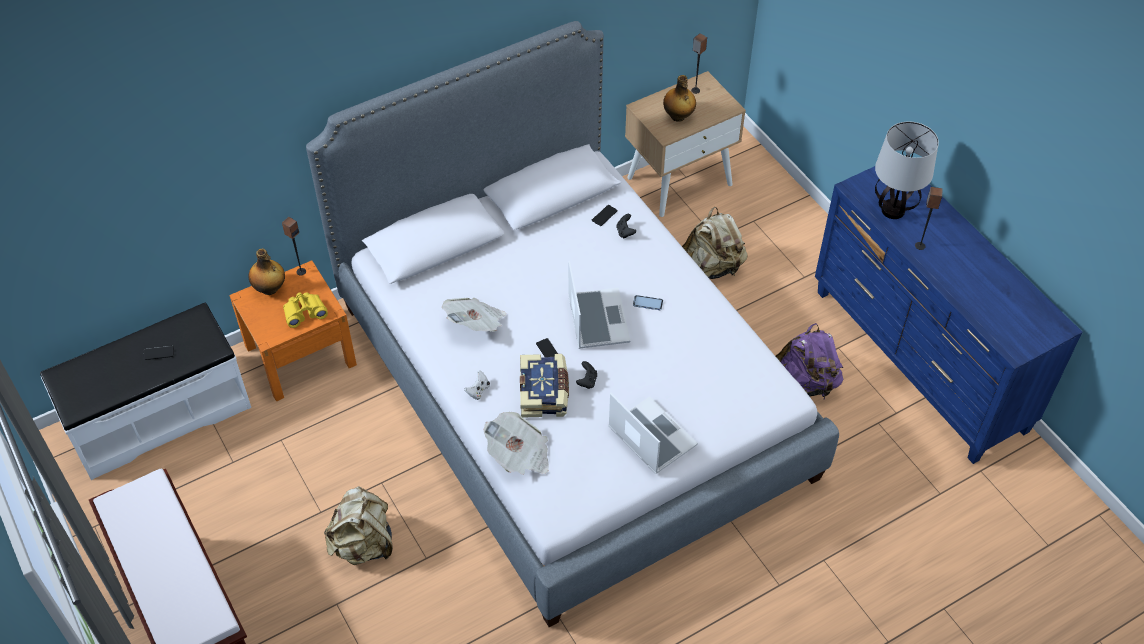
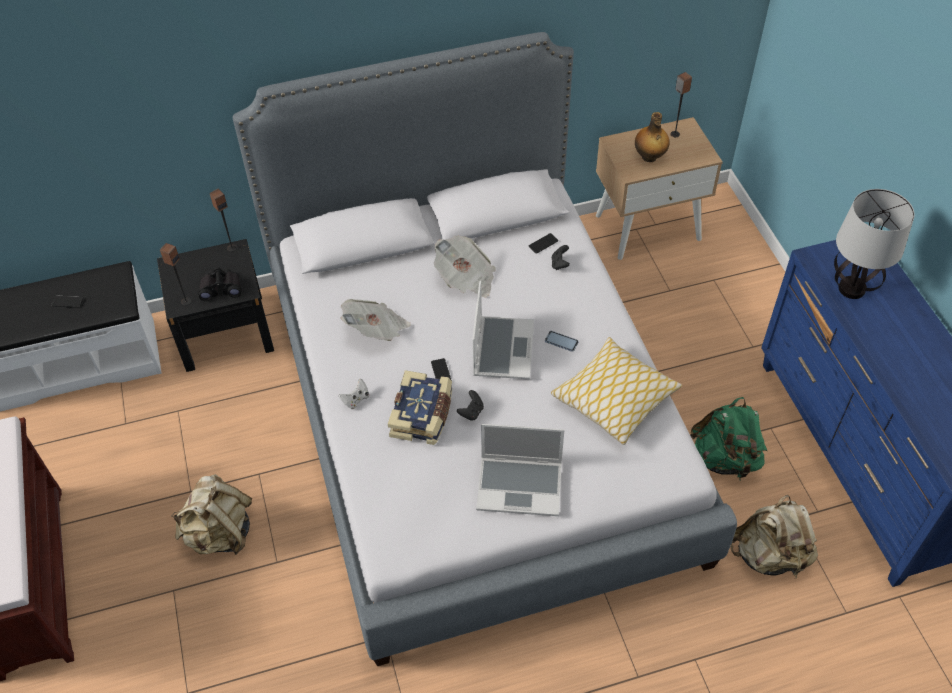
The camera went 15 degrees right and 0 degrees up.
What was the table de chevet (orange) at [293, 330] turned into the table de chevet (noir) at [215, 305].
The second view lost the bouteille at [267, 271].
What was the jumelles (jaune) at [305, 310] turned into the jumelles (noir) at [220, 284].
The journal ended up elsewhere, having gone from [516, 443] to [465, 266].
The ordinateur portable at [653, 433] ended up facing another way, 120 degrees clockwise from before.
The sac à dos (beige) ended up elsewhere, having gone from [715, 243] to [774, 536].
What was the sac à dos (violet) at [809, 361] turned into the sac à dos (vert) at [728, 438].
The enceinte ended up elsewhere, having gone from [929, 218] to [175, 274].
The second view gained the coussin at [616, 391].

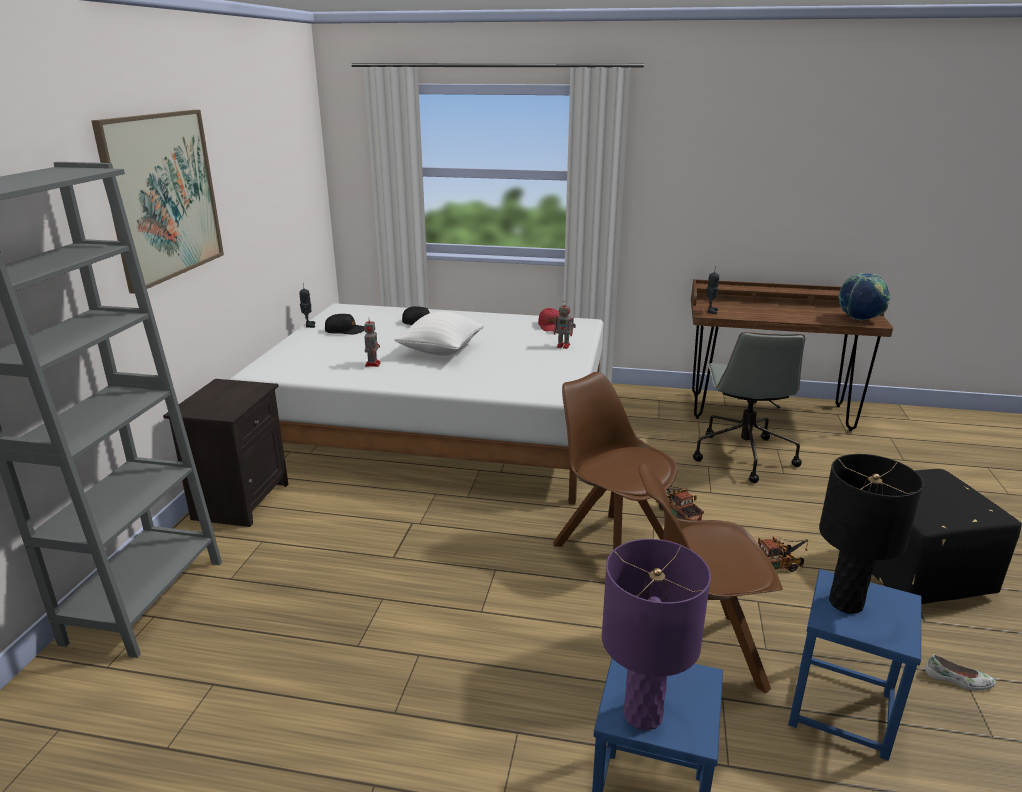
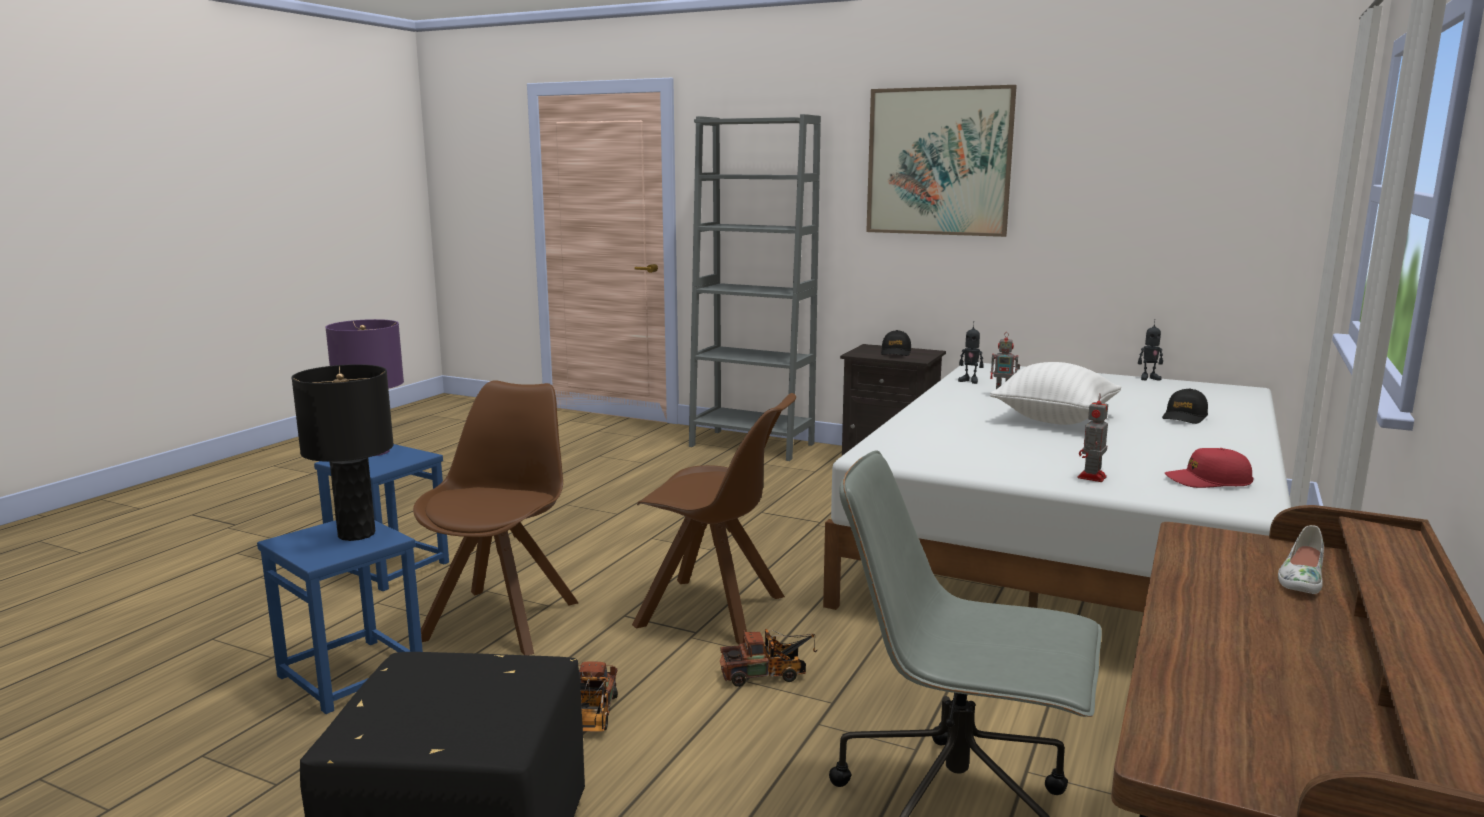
The camera went 105 degrees right and 10 degrees down.
The casquette (noir) ended up elsewhere, having gone from [345, 324] to [896, 343].
The chaise (marron) at [615, 461] ended up facing another way, 45 degrees clockwise from before.
The robot jouet ended up elsewhere, having gone from [712, 292] to [970, 352].
The second view lost the globe at [864, 297].
The chaussure (blanc) ended up elsewhere, having gone from [960, 672] to [1301, 559].

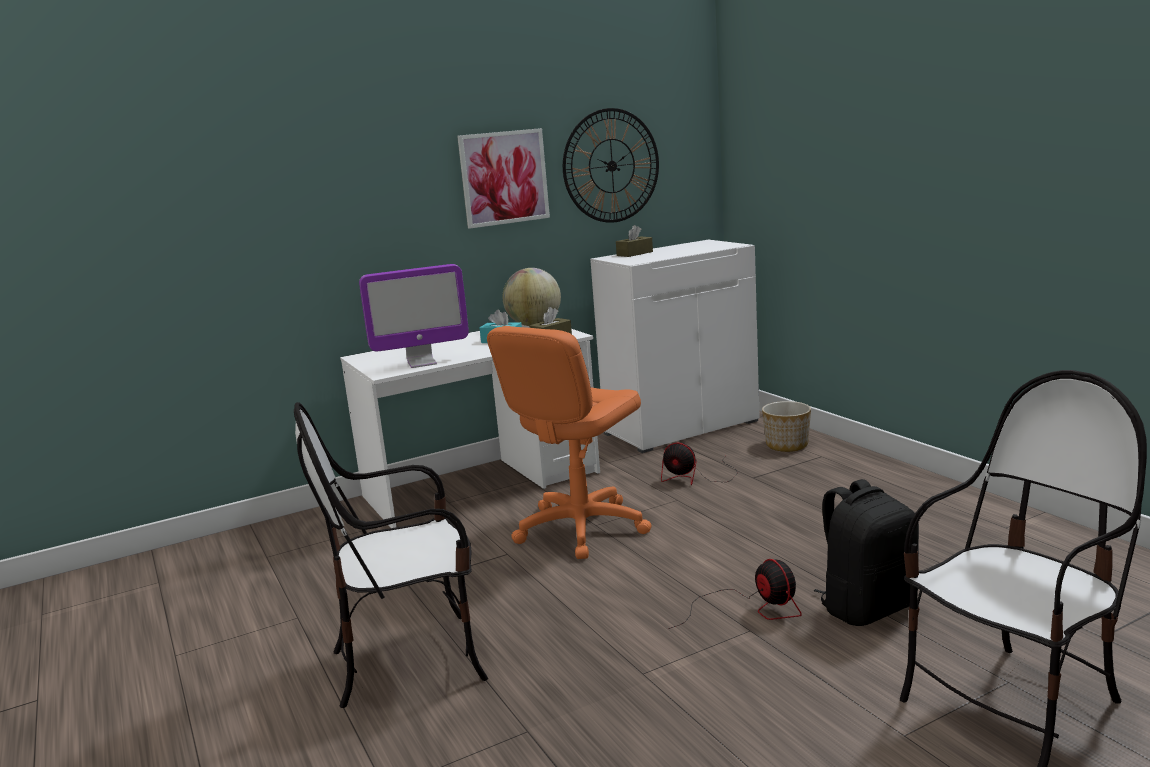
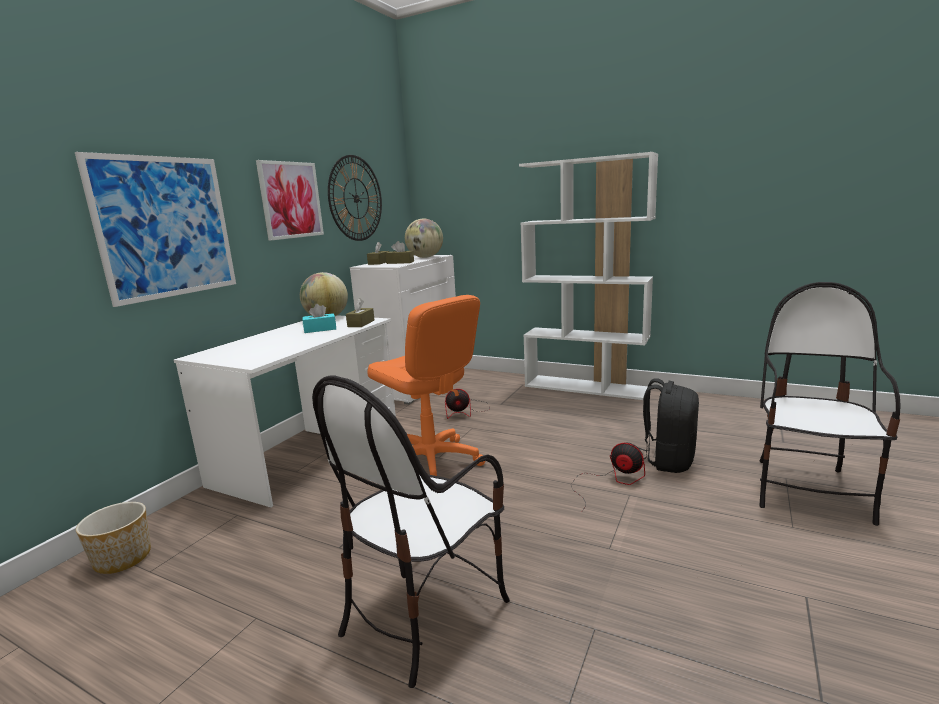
The camera went 35 degrees left and 0 degrees up.
The second view lost the écran d'ordinateur at [414, 316].
The chaise de bureau (orange) at [569, 442] ended up facing another way, 45 degrees counterclockwise from before.
The cache-pot ended up elsewhere, having gone from [786, 426] to [113, 538].
The second view gained the tableau at [155, 229].
The second view gained the boîte à mouchoirs (marron) at [400, 252].
The second view gained the globe at [424, 238].
The second view gained the bibliothèque (blanc) at [588, 276].

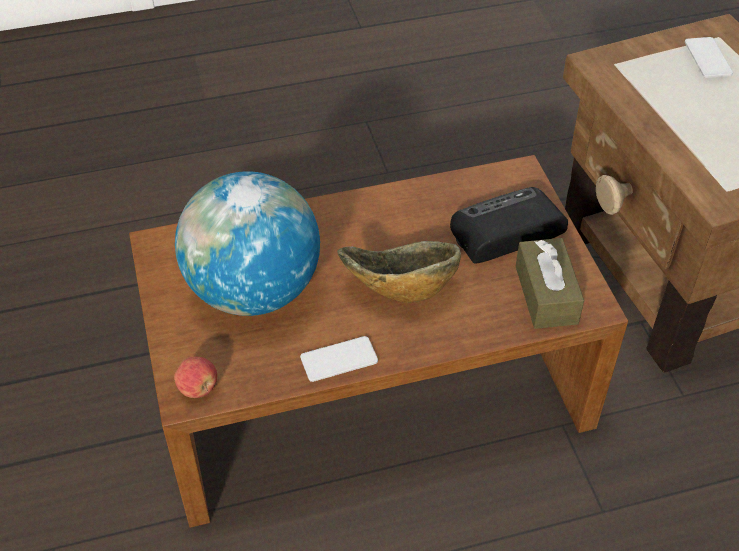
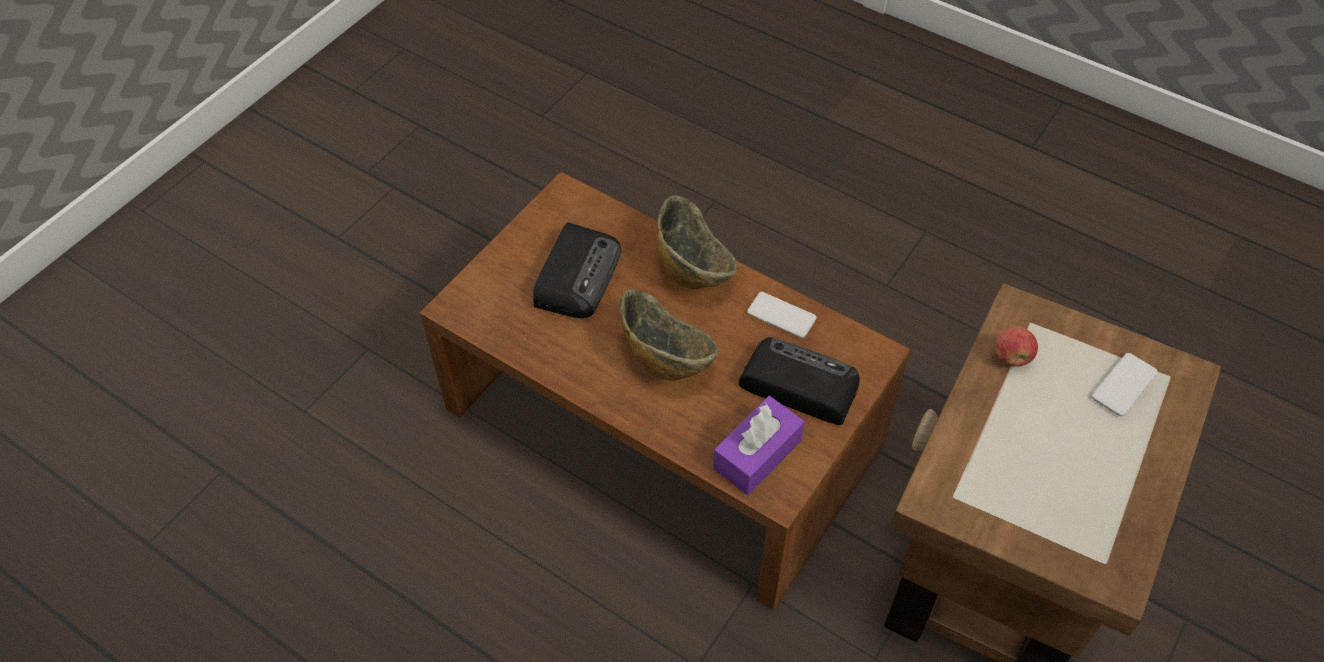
The camera went 50 degrees right and 5 degrees up.
The pomme ended up elsewhere, having gone from [195, 377] to [1016, 347].
Where the globe stood at [247, 243], the radio came to stand at [577, 270].
The téléphone ended up elsewhere, having gone from [339, 359] to [782, 315].
What was the boîte à mouchoirs (marron) at [550, 283] turned into the boîte à mouchoirs (violet) at [759, 445].
The second view gained the bol at [697, 242].

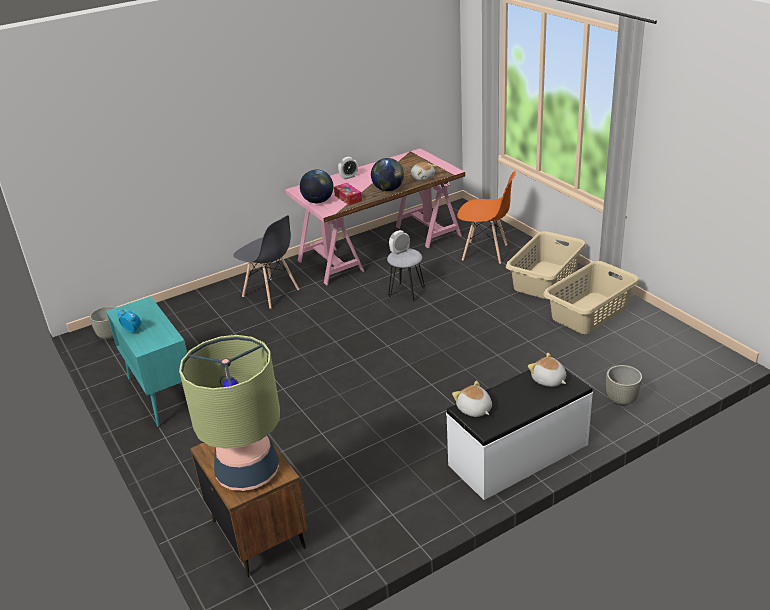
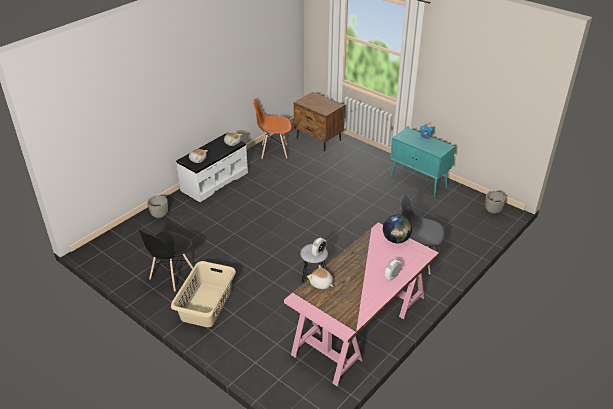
The camera went 160 degrees right and 5 degrees up.
The second view lost the lampe de table at [229, 413].
The second view lost the boîte à mouchoirs at [348, 194].
The second view lost the globe at [387, 174].
The chaise (orange) ended up elsewhere, having gone from [486, 217] to [272, 128].
Where the panier à linge (beige) stood at [591, 297], the chaise (noir) came to stand at [166, 260].

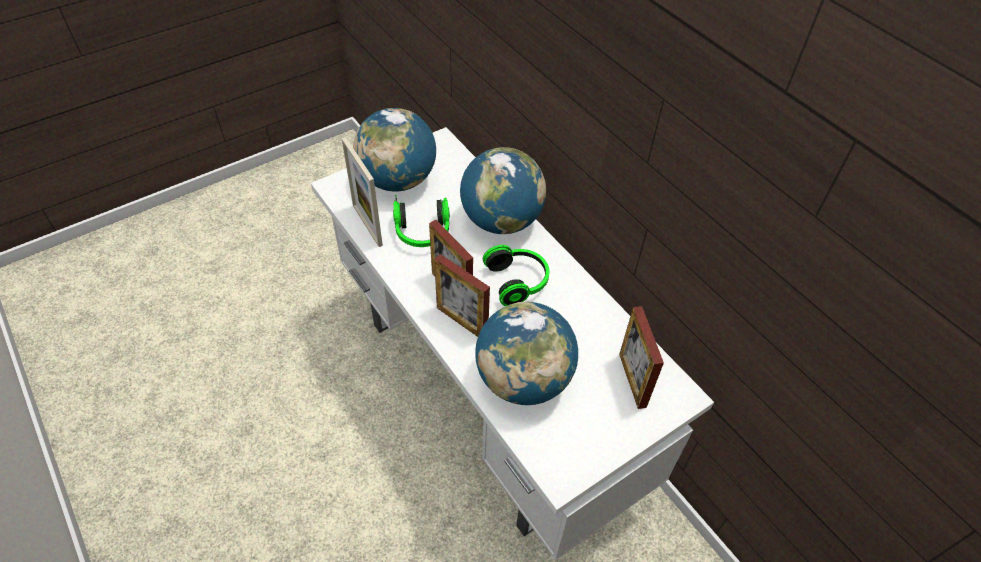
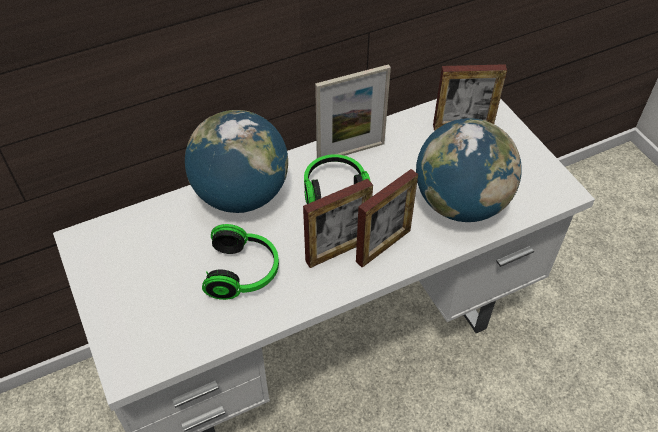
The camera went 80 degrees left and 0 degrees up.
The cadre photo ended up elsewhere, having gone from [362, 192] to [353, 111].
The second view lost the globe at [394, 150].

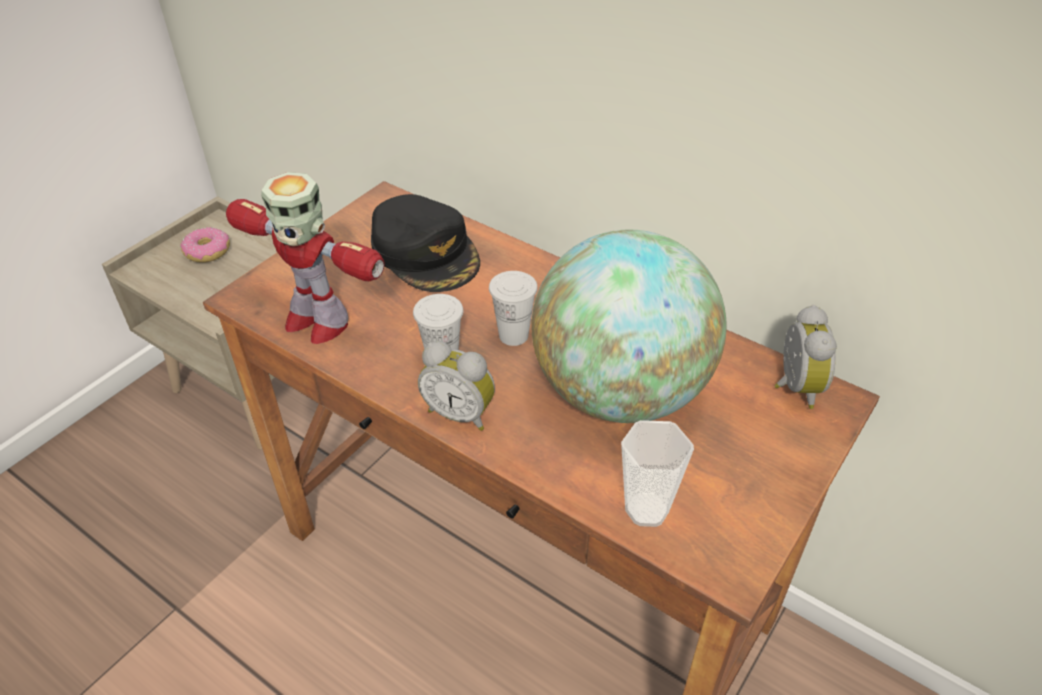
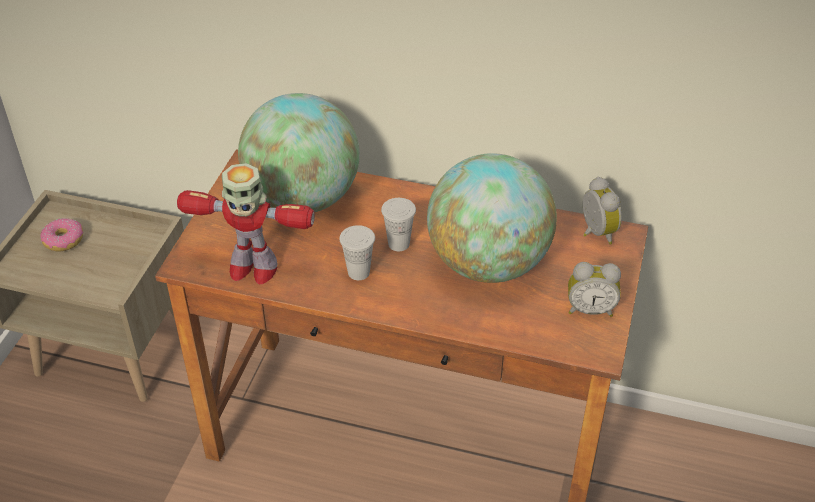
The camera went 20 degrees left and 0 degrees up.
Where the casquette (noir) stood at [425, 243], the globe came to stand at [299, 152].
The réveil ended up elsewhere, having gone from [456, 386] to [594, 289].
The second view lost the tasse at [657, 473].

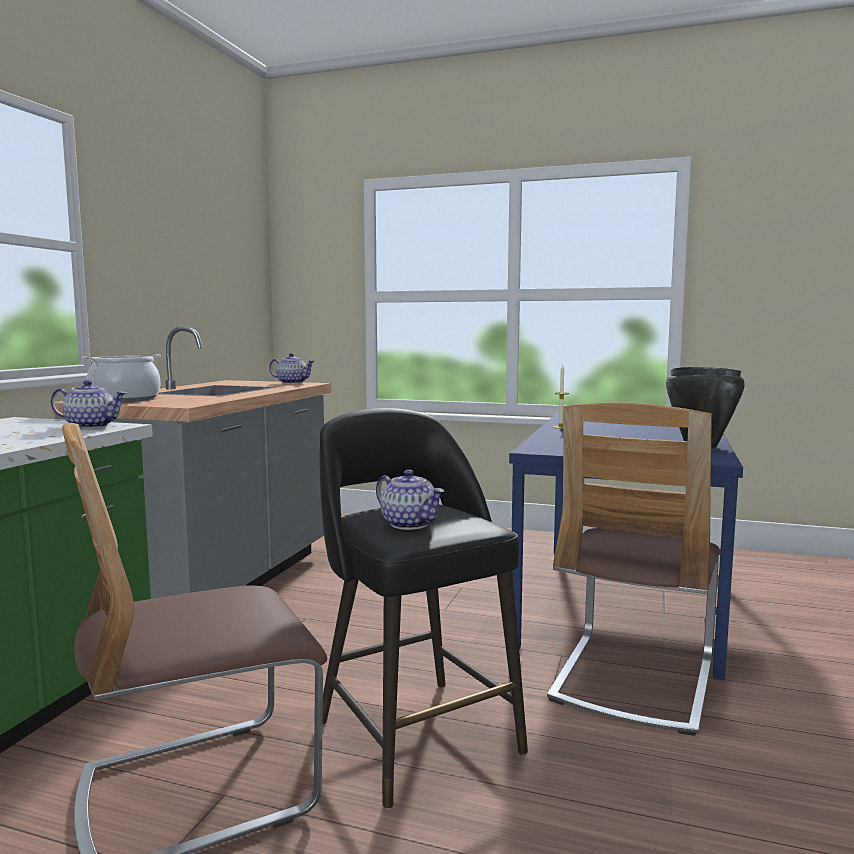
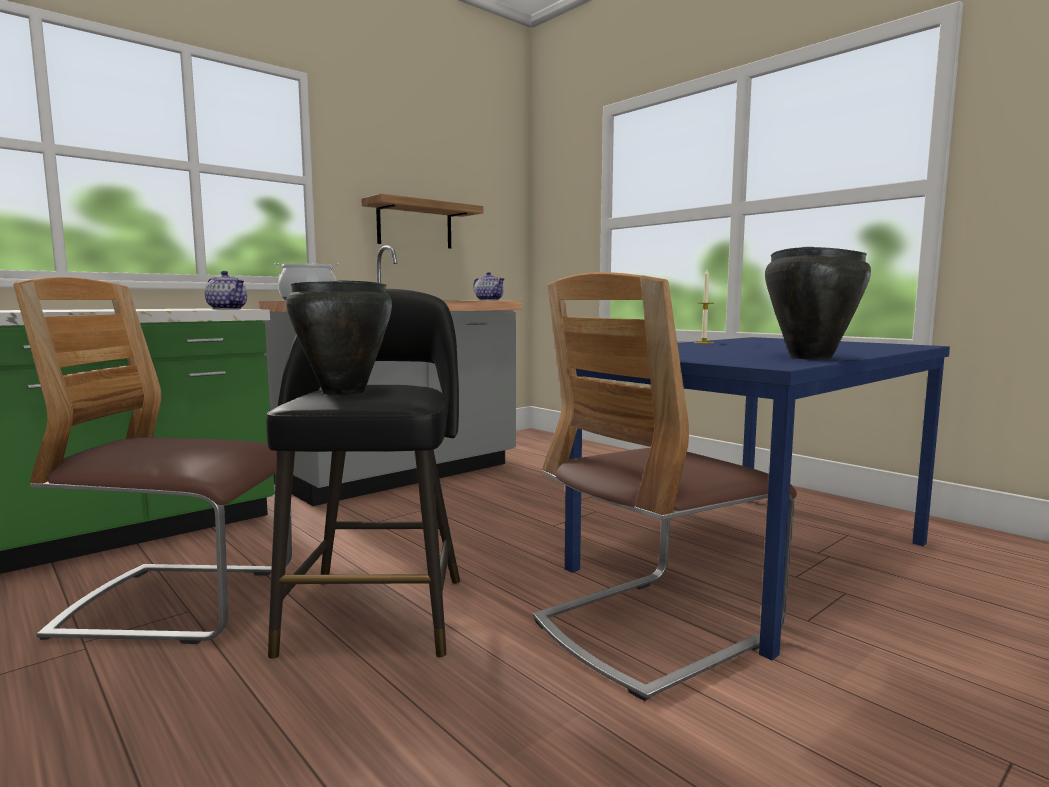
The camera went 30 degrees right and 0 degrees up.
Where the théière stood at [410, 500], the marmite (noir) came to stand at [339, 337].
The second view gained the étagère at [422, 221].

